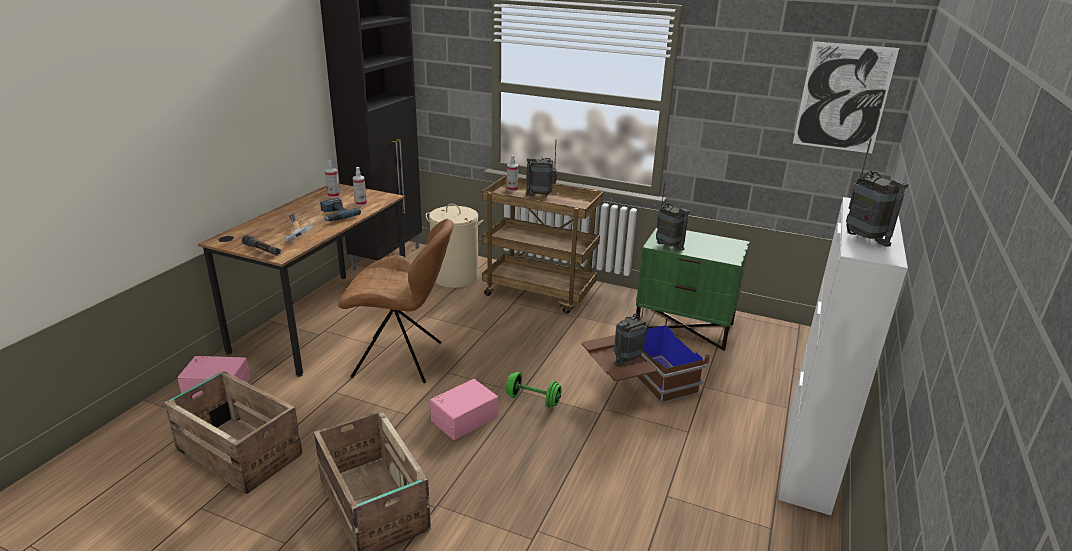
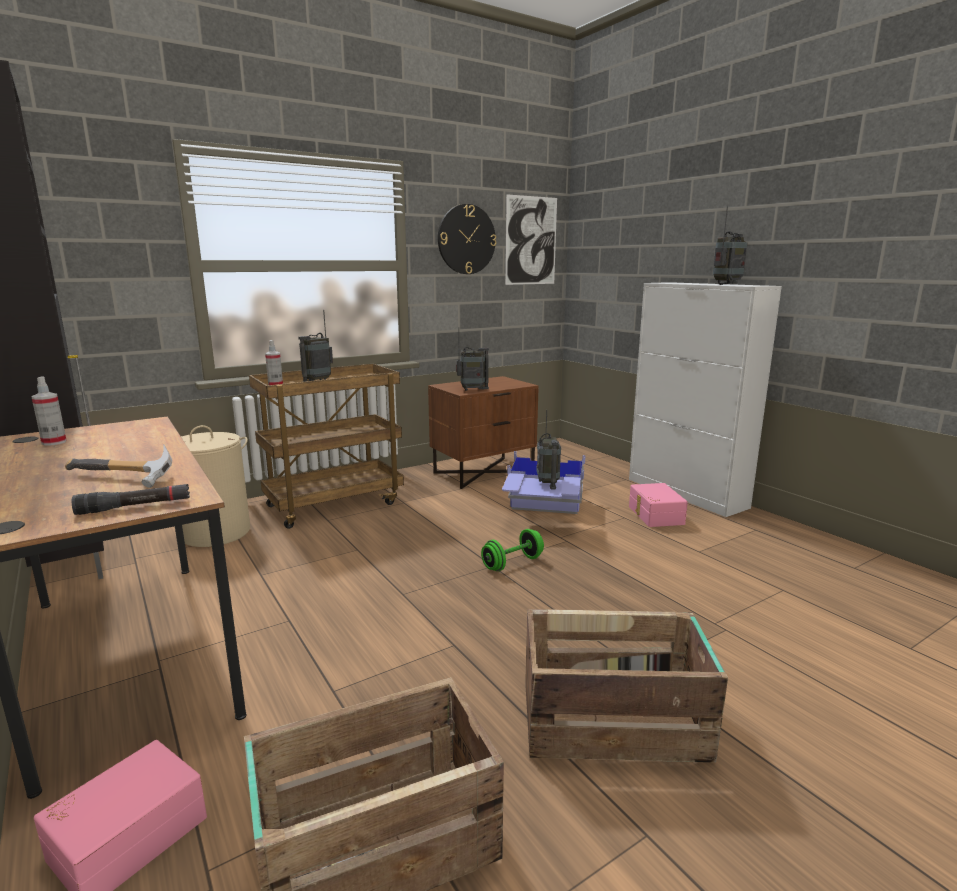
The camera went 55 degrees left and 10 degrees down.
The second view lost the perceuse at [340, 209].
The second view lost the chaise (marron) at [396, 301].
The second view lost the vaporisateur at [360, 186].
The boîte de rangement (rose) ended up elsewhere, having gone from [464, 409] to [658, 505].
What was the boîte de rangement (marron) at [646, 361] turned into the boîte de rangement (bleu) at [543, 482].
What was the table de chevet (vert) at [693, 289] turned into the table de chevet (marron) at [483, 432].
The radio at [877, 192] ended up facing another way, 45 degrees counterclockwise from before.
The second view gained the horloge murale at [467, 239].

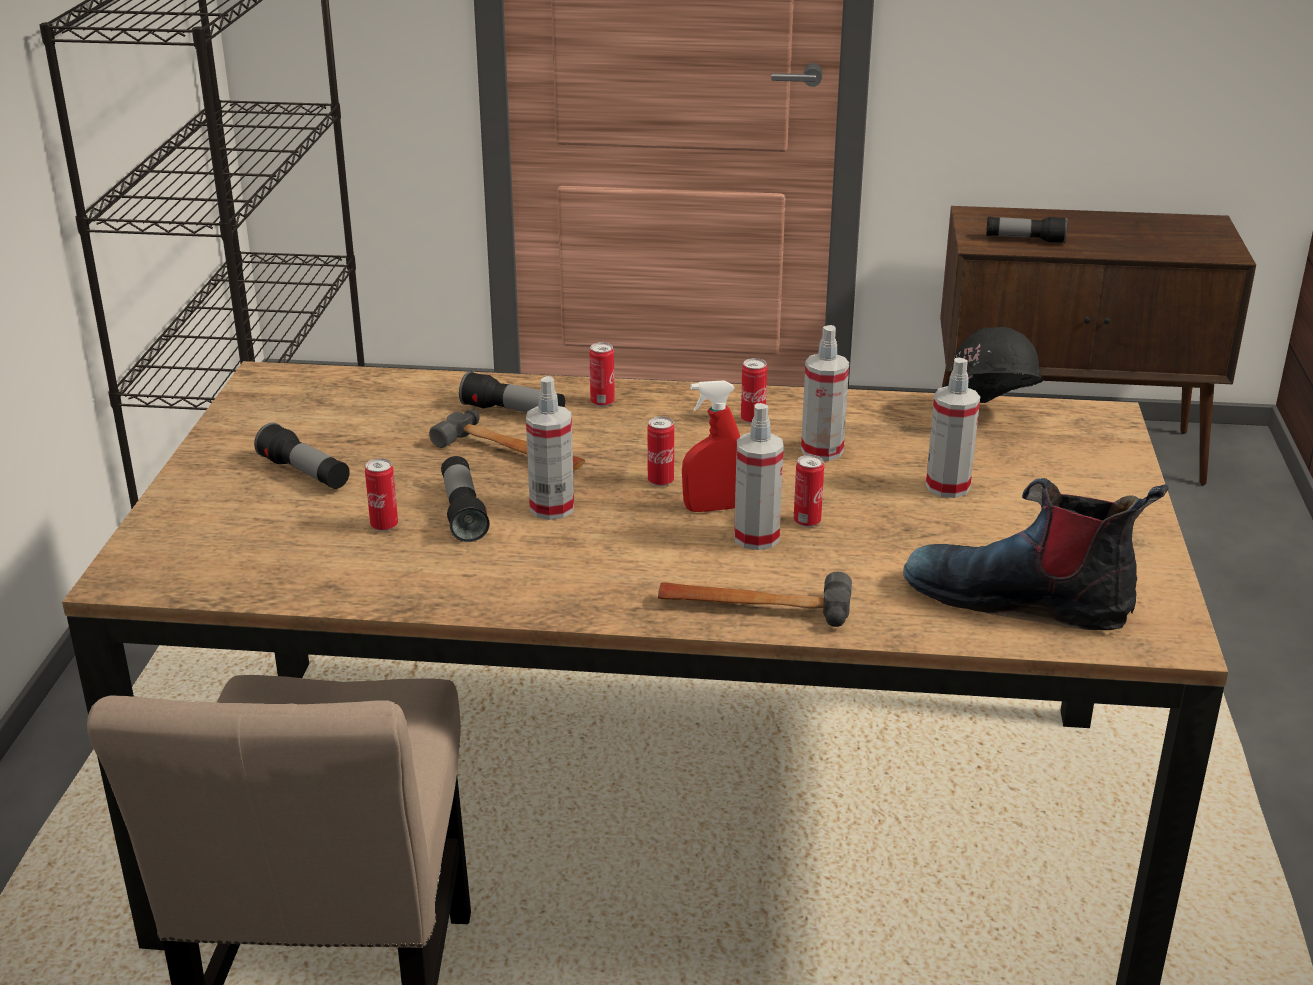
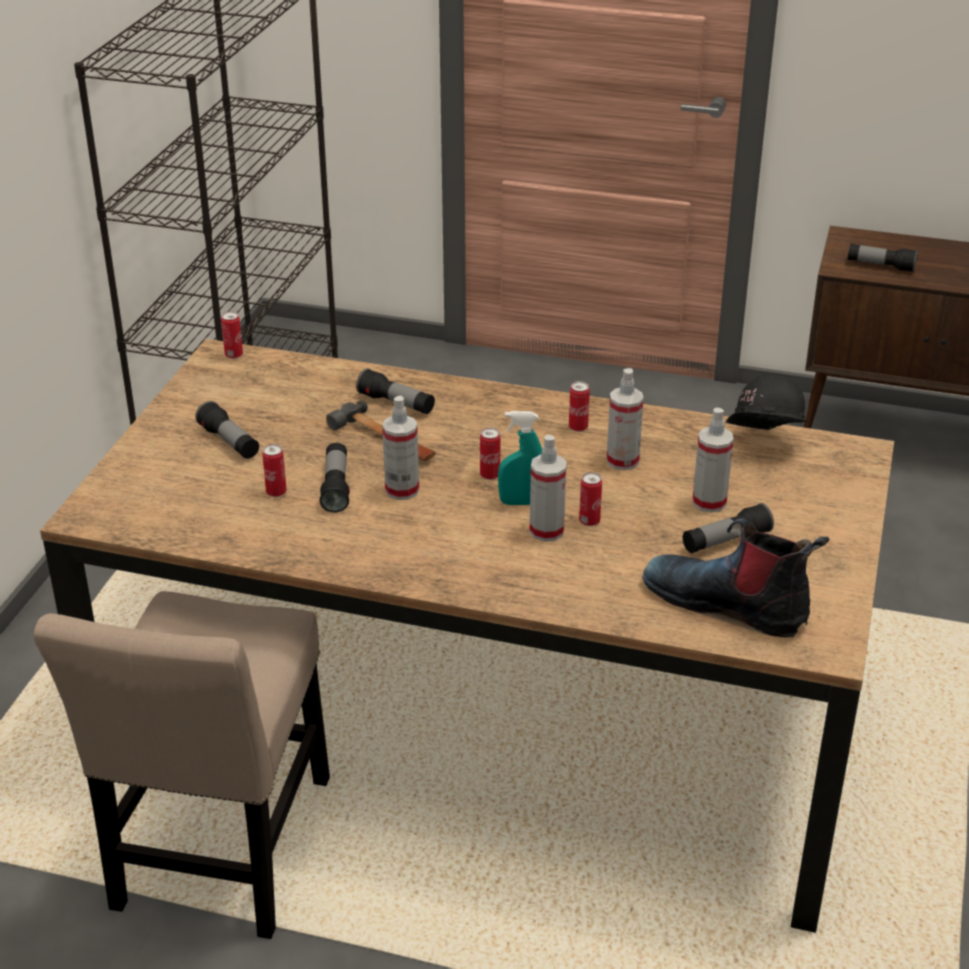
The camera went 10 degrees right and 5 degrees up.
The boîte métallique ended up elsewhere, having gone from [602, 374] to [232, 335].
The second view lost the marteau at [755, 599].
What was the vaporisateur (rouge) at [711, 446] turned into the vaporisateur (turquoise) at [520, 458].
The second view gained the lampe de poche at [728, 528].

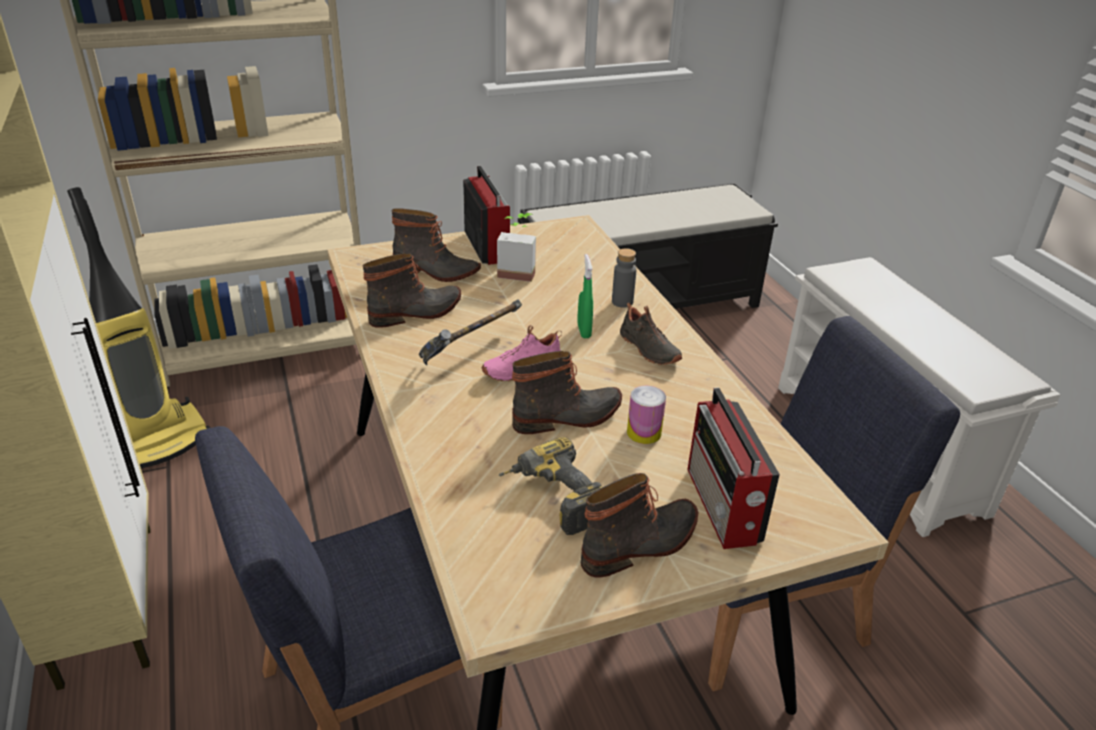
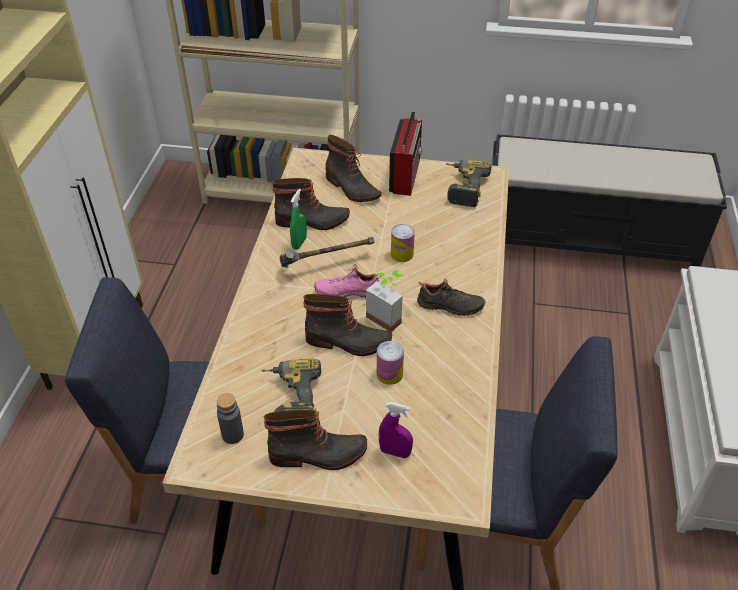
The camera went 30 degrees right and 10 degrees up.
The second view lost the aspirateur at [138, 327].
The plante en pot ended up elsewhere, having gone from [516, 247] to [384, 301].
The vaporisateur (vert) ended up elsewhere, having gone from [585, 296] to [298, 219].
The bouteille (gris) ended up elsewhere, having gone from [624, 278] to [230, 418].
The chaussure (noir) at [651, 334] ended up facing another way, 75 degrees counterclockwise from before.
Where the radio stood at [733, 468], the vaporisateur (violet) came to stand at [396, 430].
The second view gained the boîte métallique at [403, 243].
The second view gained the perceuse at [469, 183].

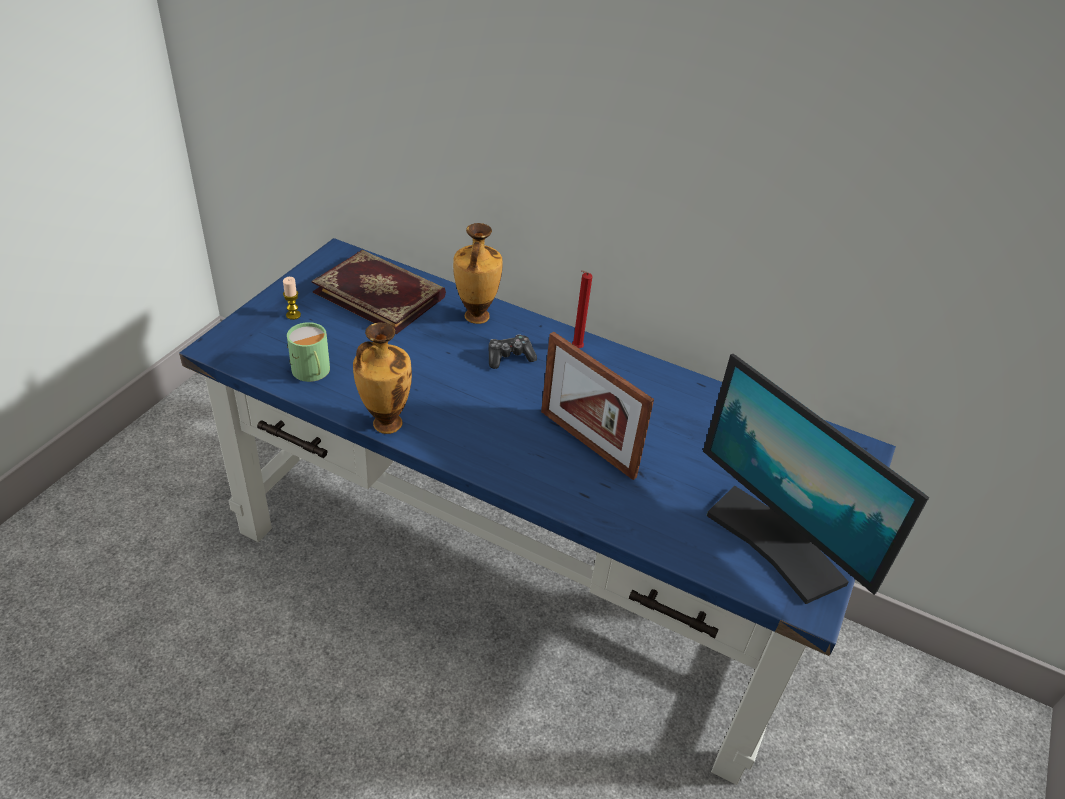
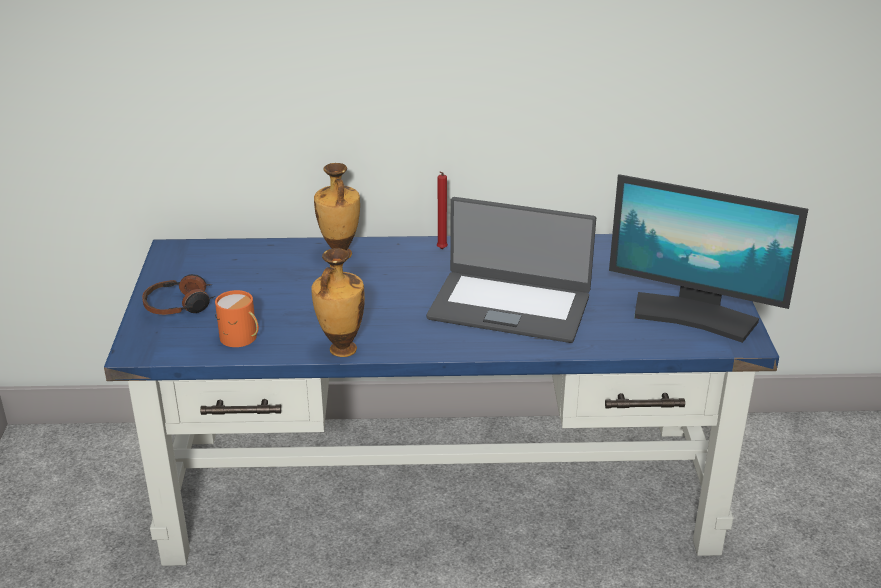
The camera went 25 degrees left and 10 degrees down.
Where the bougie stood at [292, 298], the casque audio came to stand at [178, 294].
What was the mug (vert) at [308, 352] turned into the mug (orange) at [237, 318].
The second view lost the livre at [379, 292].
The second view lost the manette at [513, 352].
Where the cadre photo stood at [597, 406], the ordinateur portable came to stand at [511, 270].

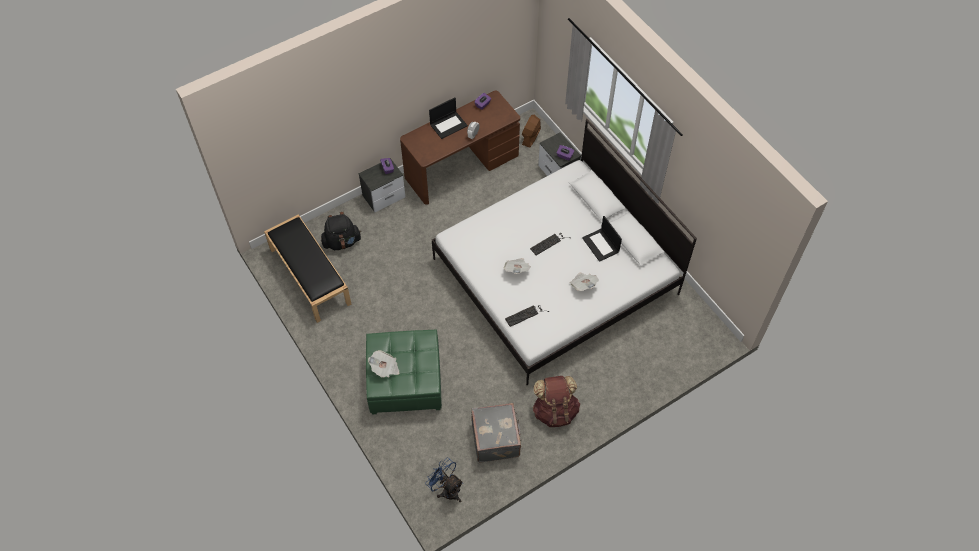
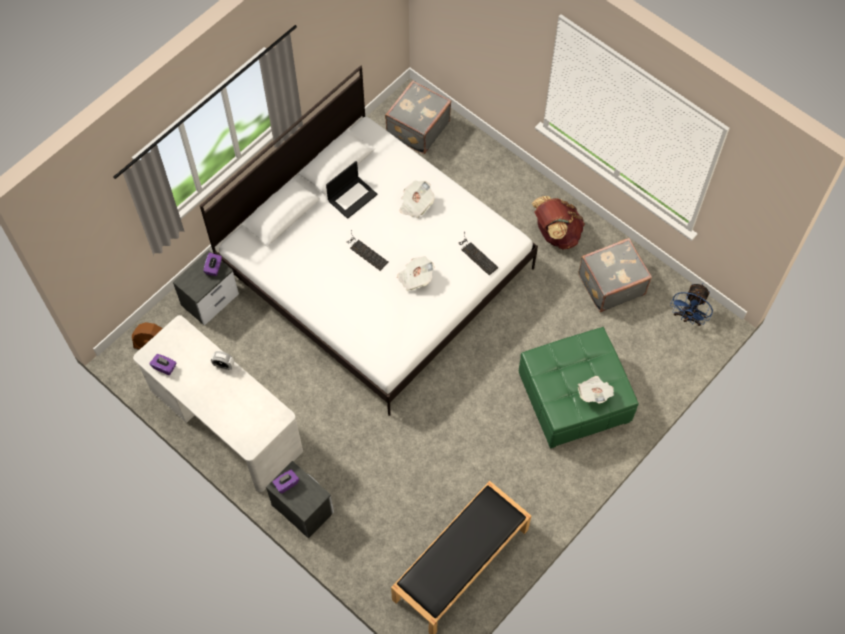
The camera went 105 degrees left and 5 degrees up.
The second view lost the sac à dos (noir) at [341, 231].
What was the bureau (marron) at [460, 147] turned into the bureau (blanc) at [218, 403].
The second view lost the ordinateur portable at [448, 118].
The second view gained the valise (gris) at [418, 117].

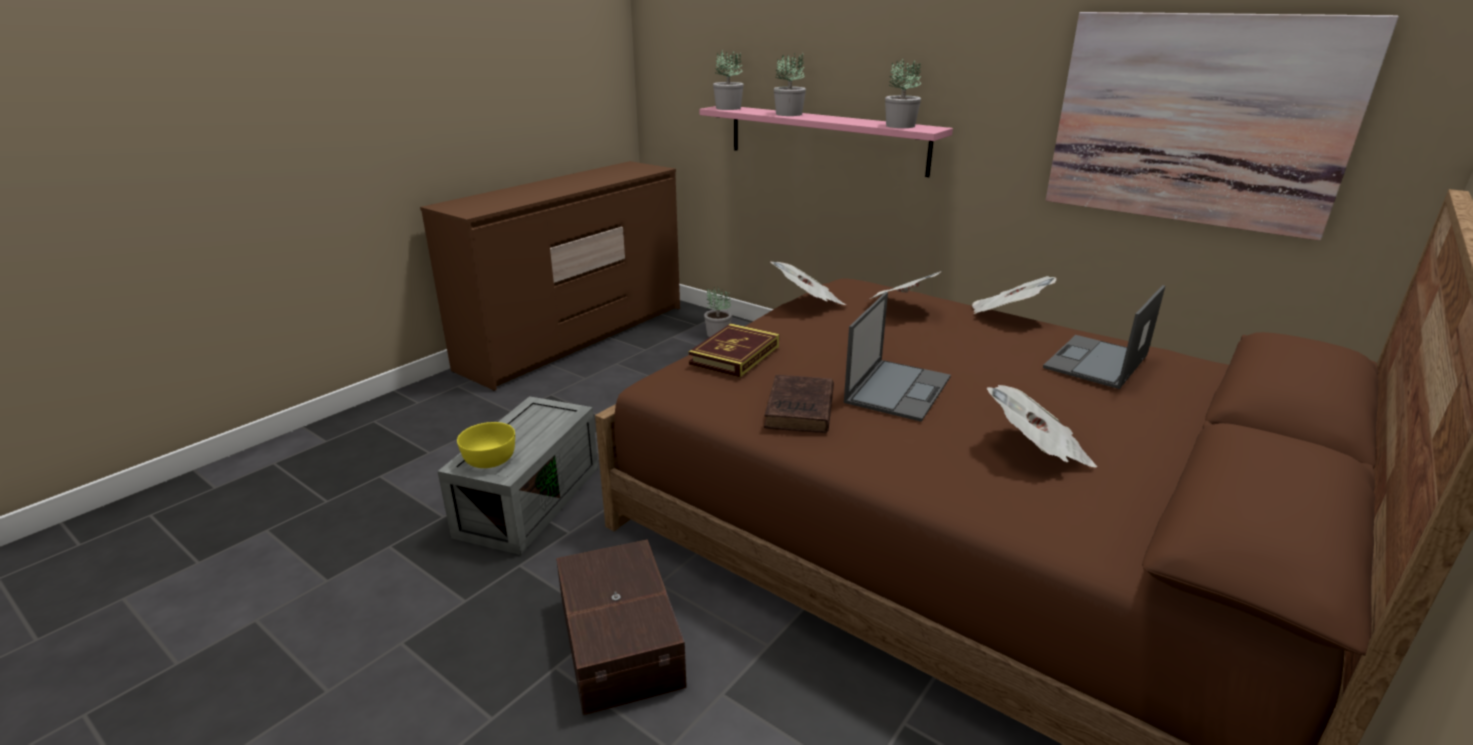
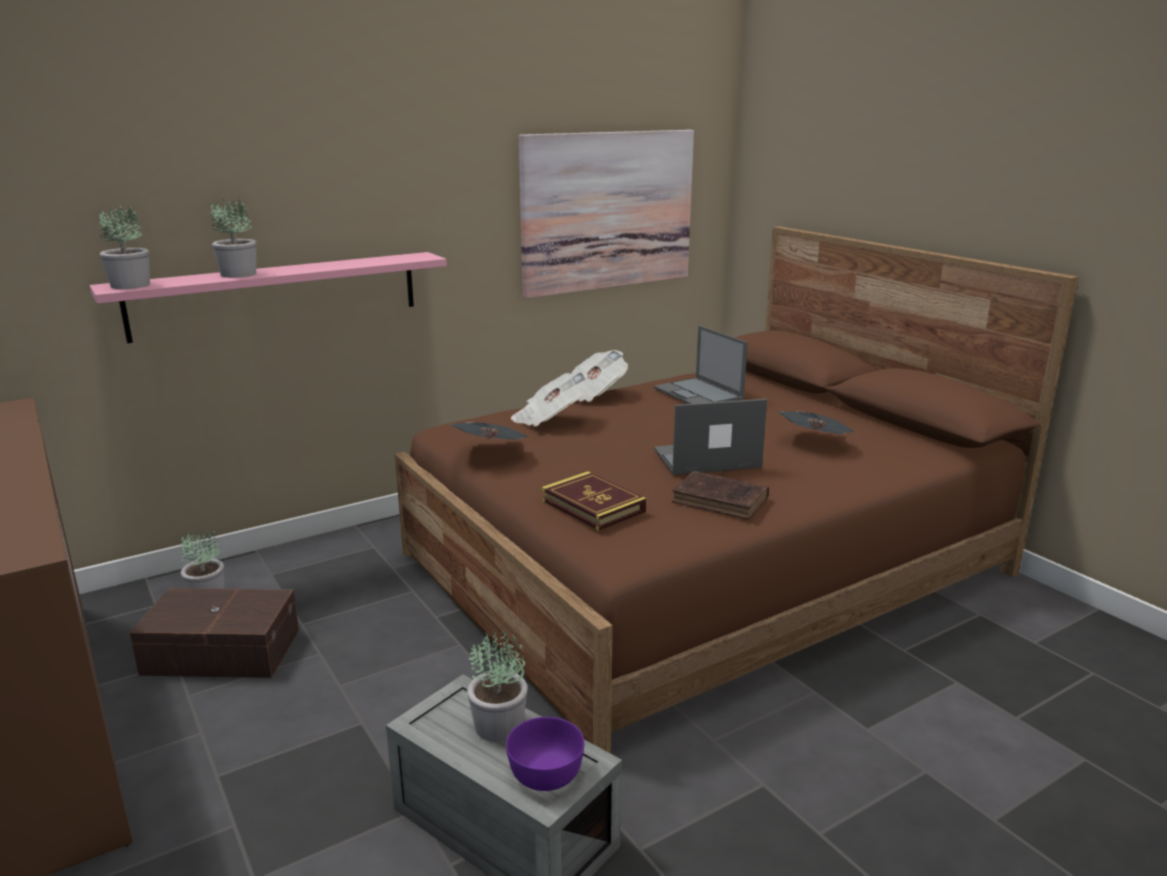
The camera went 70 degrees left and 5 degrees down.
What was the bol (jaune) at [486, 445] turned into the bol (violet) at [545, 754].
The boîte de rangement (marron) ended up elsewhere, having gone from [621, 627] to [214, 633].
The ordinateur portable at [897, 357] ended up facing another way, 60 degrees counterclockwise from before.
The plante en pot ended up elsewhere, having gone from [903, 93] to [497, 684].

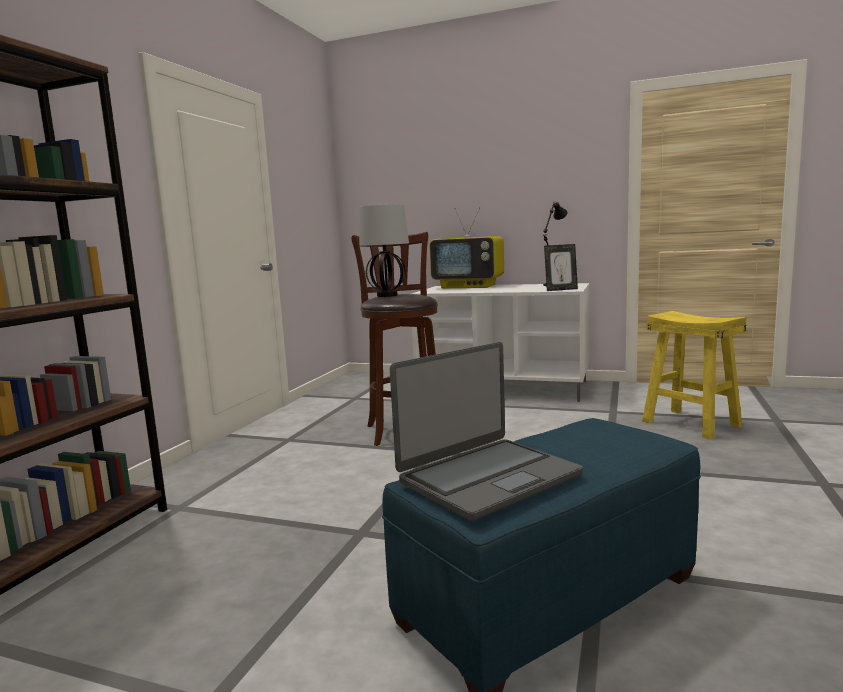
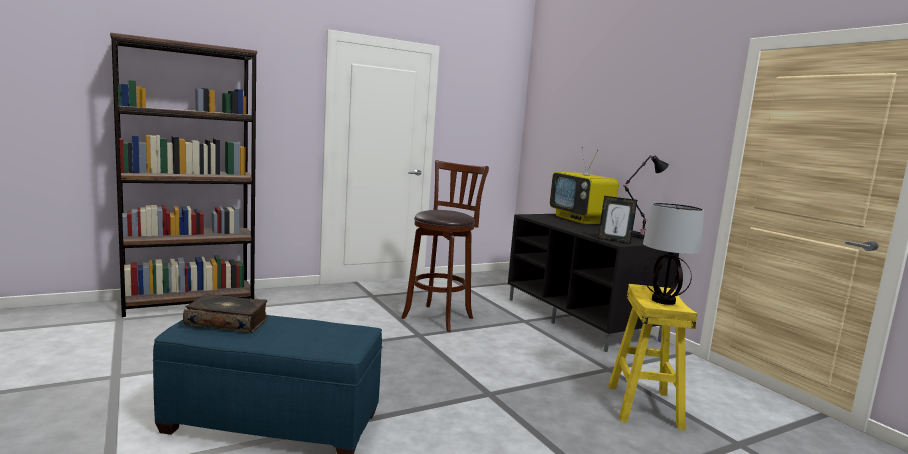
The camera went 40 degrees right and 0 degrees up.
The lampe de table ended up elsewhere, having gone from [384, 250] to [673, 254].
Where the ordinateur portable stood at [486, 431], the livre came to stand at [225, 313].
What was the meuble télé (blanc) at [500, 342] turned into the meuble télé (noir) at [593, 283].

